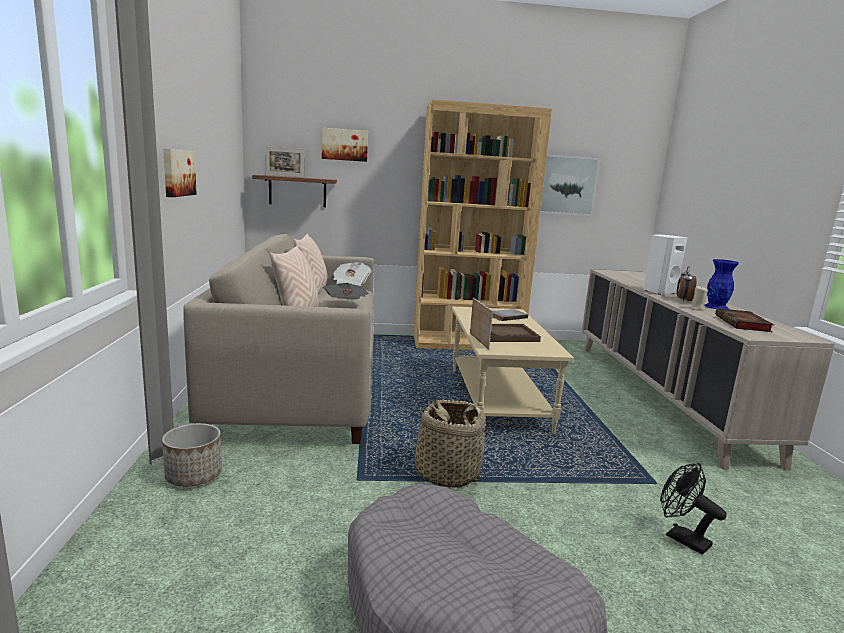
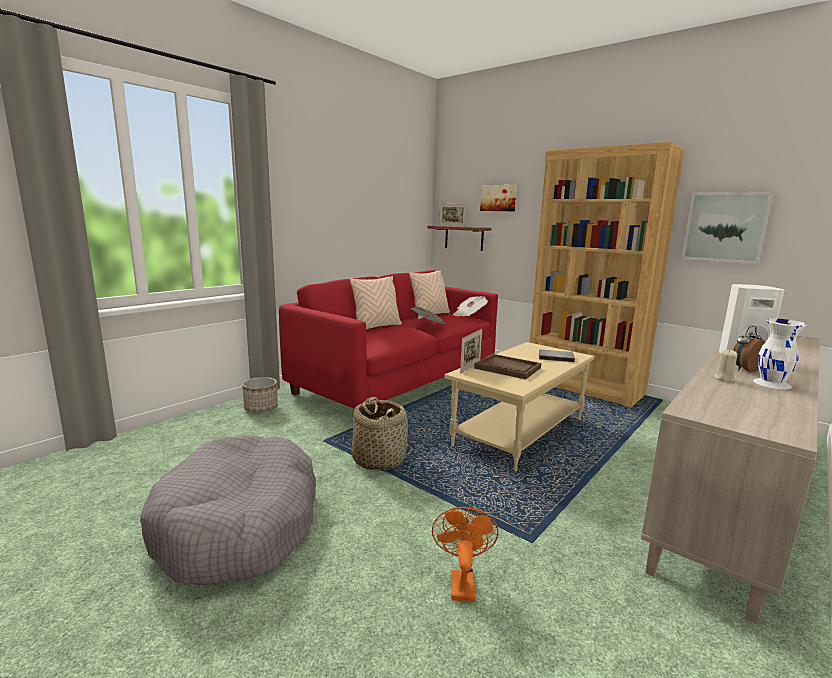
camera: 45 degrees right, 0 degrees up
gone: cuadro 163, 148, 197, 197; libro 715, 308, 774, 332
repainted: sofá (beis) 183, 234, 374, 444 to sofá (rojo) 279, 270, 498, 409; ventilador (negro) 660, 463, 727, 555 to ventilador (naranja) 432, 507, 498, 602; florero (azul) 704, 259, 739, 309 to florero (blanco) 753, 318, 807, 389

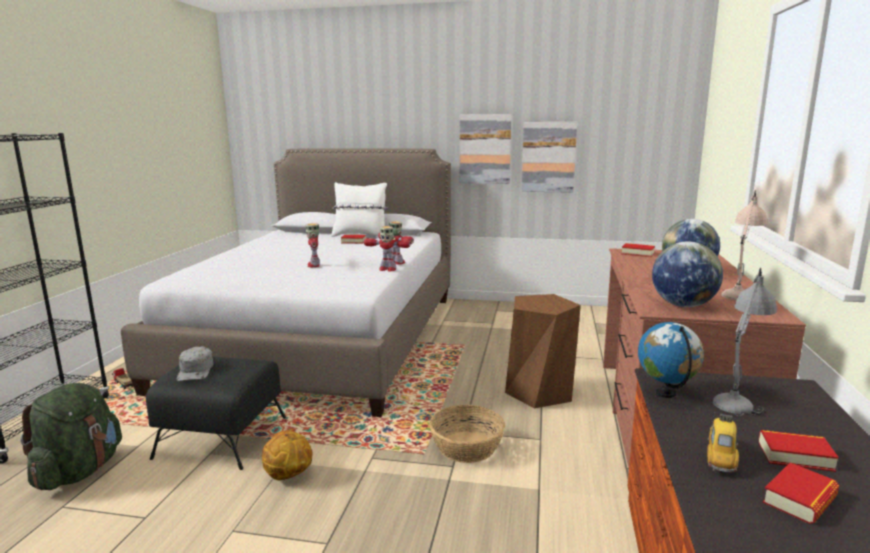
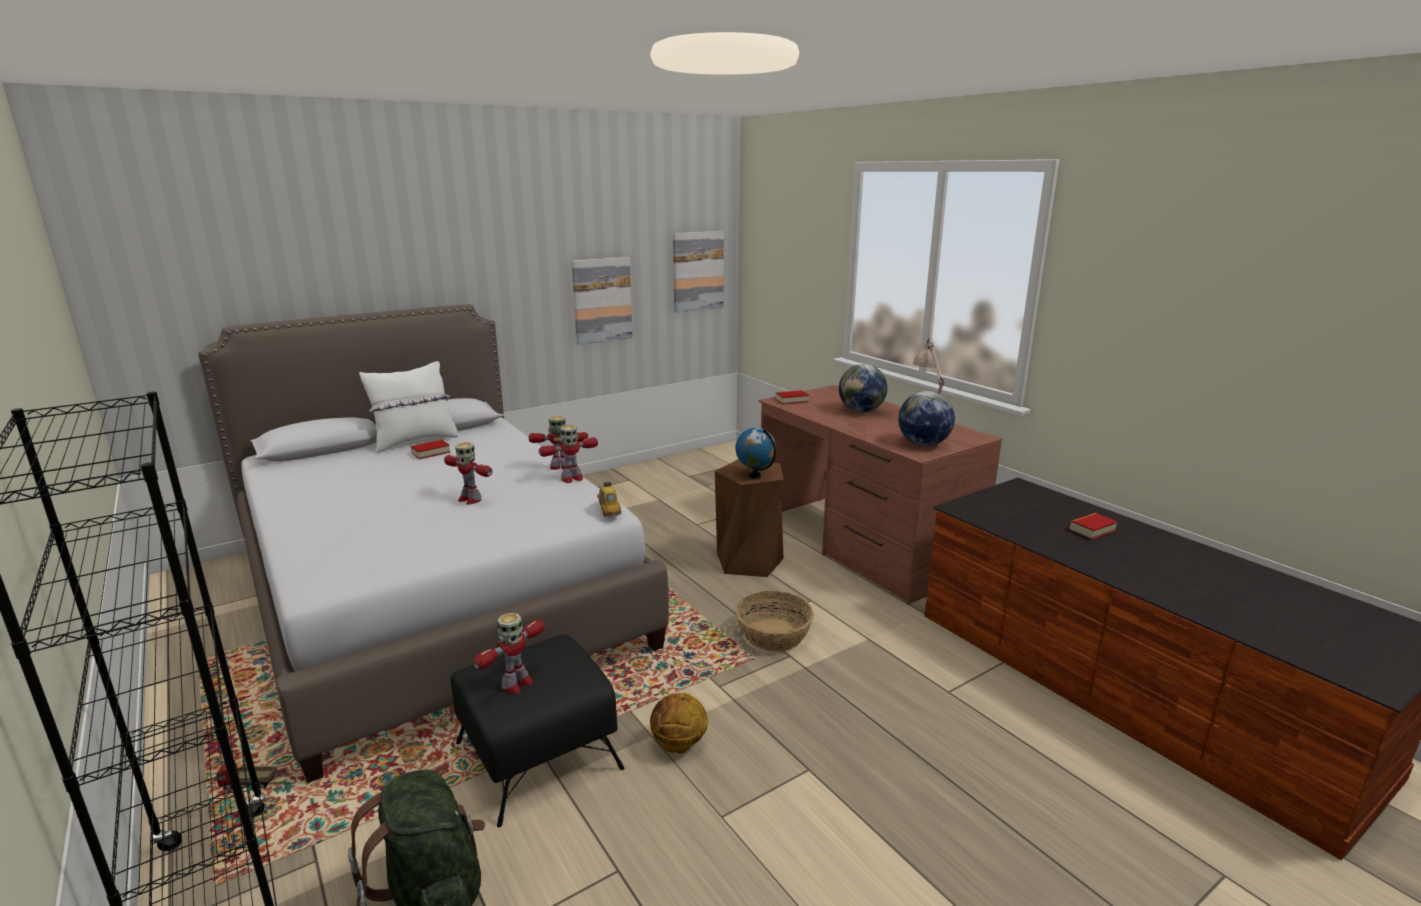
camera: 45 degrees left, 5 degrees up
gone: lámpara de mesa (gris) 713, 268, 777, 416; libro 763, 462, 839, 524
shifted: coche de juguete 707, 413, 739, 472 to 597, 482, 621, 518; cuadro 460, 114, 512, 184 to 673, 231, 724, 313; globo terráqueo 638, 322, 704, 398 to 735, 428, 776, 478
swapped: gorra (gris) 176, 346, 214, 381 to robot de juguete 473, 613, 545, 694

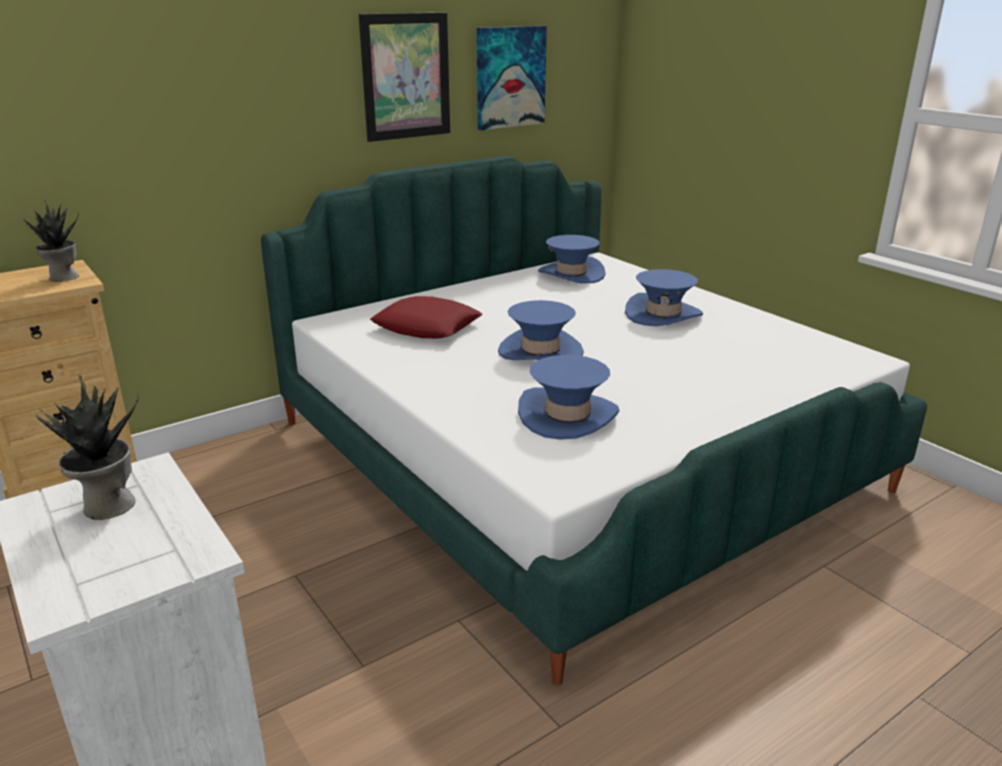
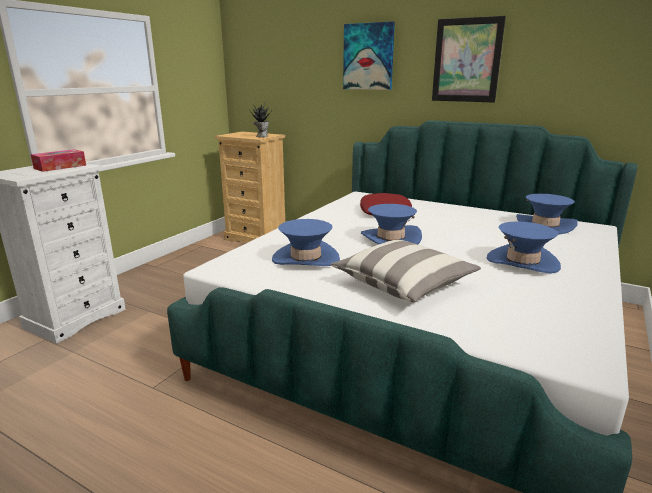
camera: 65 degrees right, 5 degrees down
new: cojín 331, 240, 481, 303
shifted: cuadro 477, 26, 547, 130 to 343, 21, 395, 90
swapped: planta en maceta 36, 375, 139, 520 to caja de pañuelos 31, 149, 86, 172

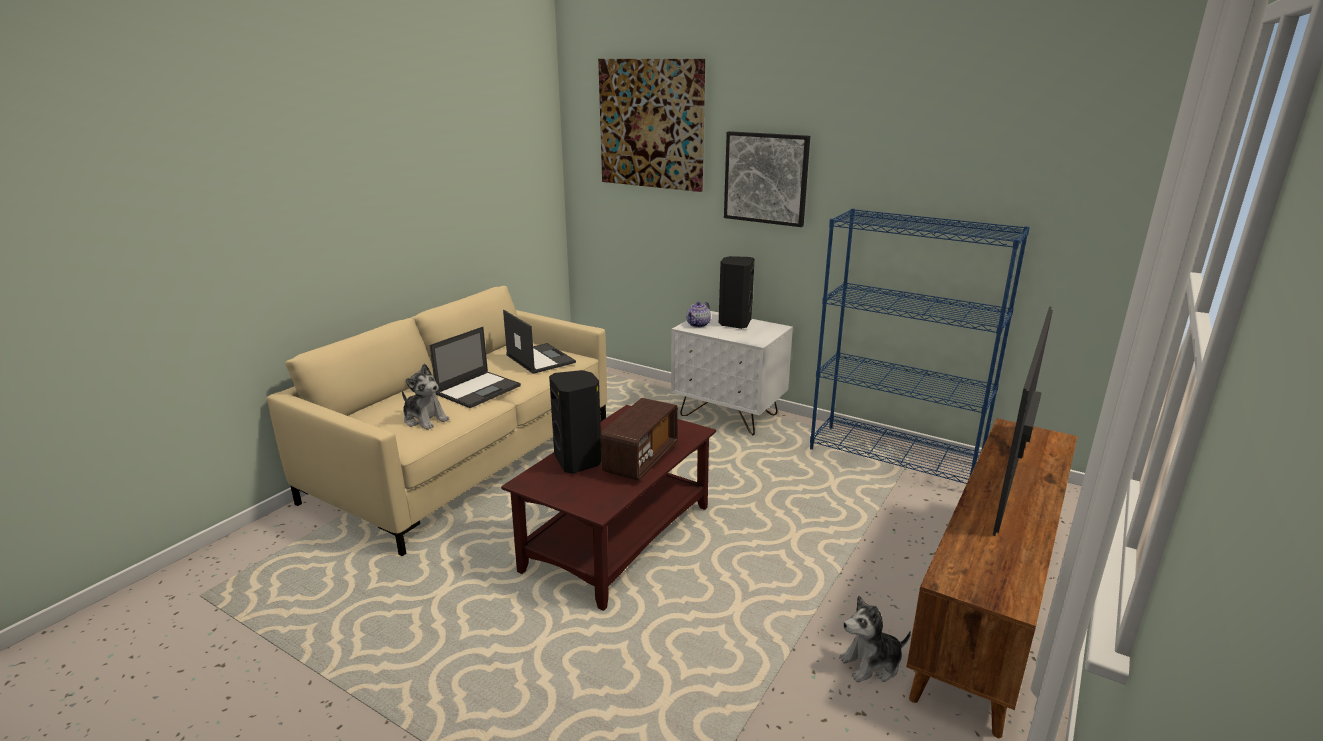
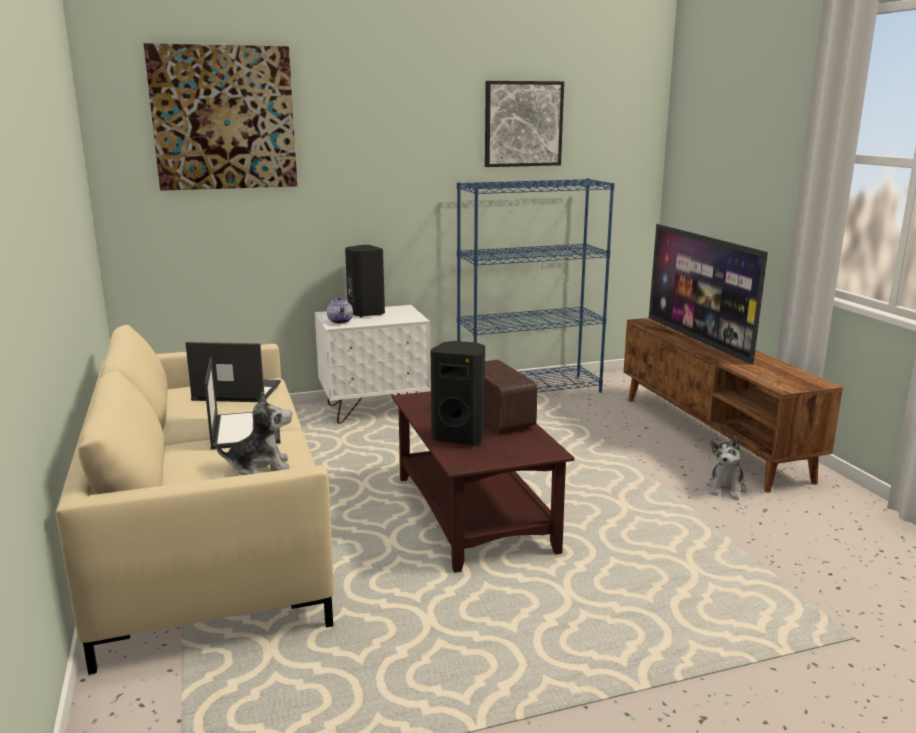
camera: 50 degrees left, 5 degrees down
shifted: cuadro 724, 131, 810, 227 to 485, 81, 564, 167

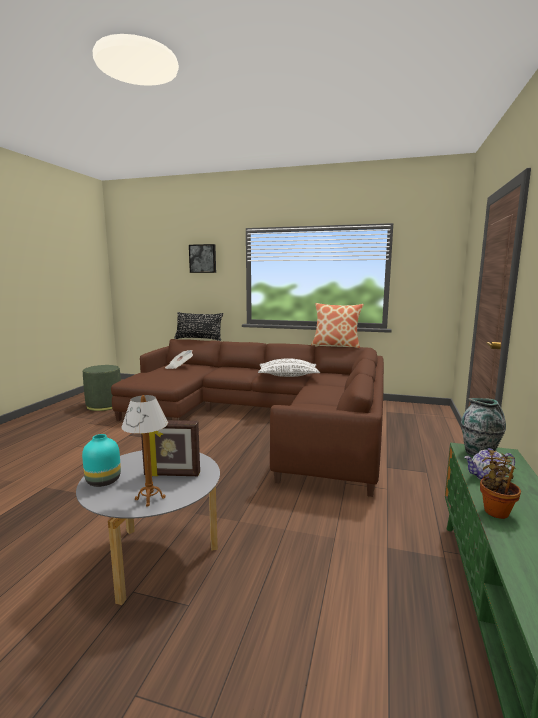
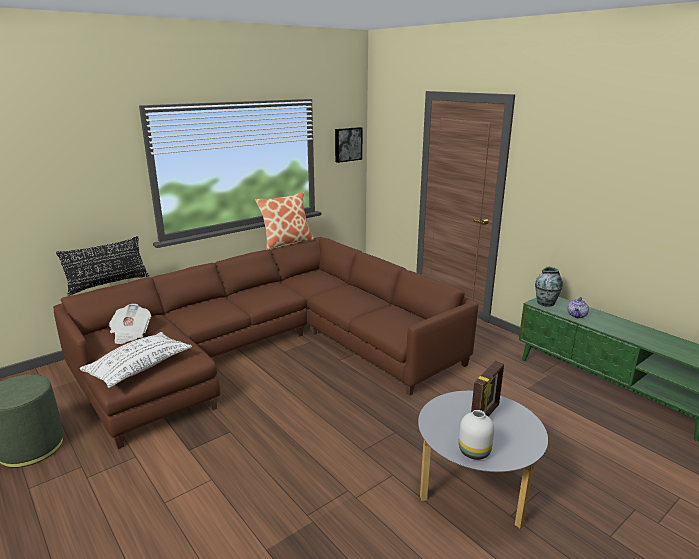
camera: 55 degrees left, 10 degrees up
gone: lámpara de mesa 121, 395, 168, 506; planta en maceta 480, 449, 521, 519
shifted: cojín (blanco) 258, 358, 320, 377 to 80, 332, 192, 388; cuadro 189, 244, 216, 273 to 335, 127, 363, 163
repainted: florero (turquesa) 82, 434, 121, 487 to florero (blanco) 459, 410, 494, 460

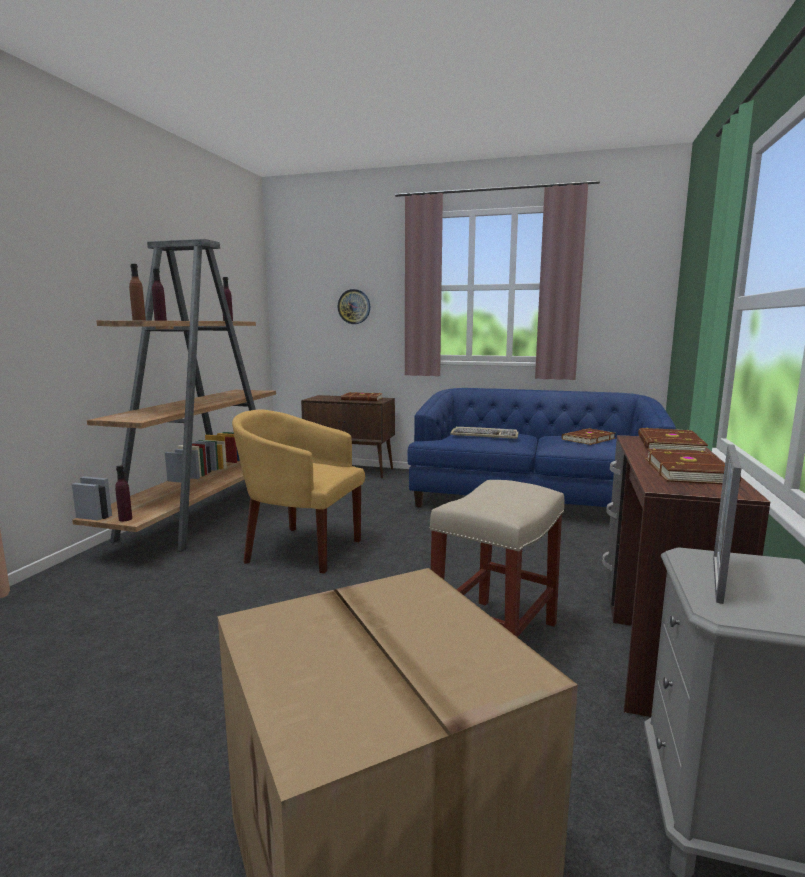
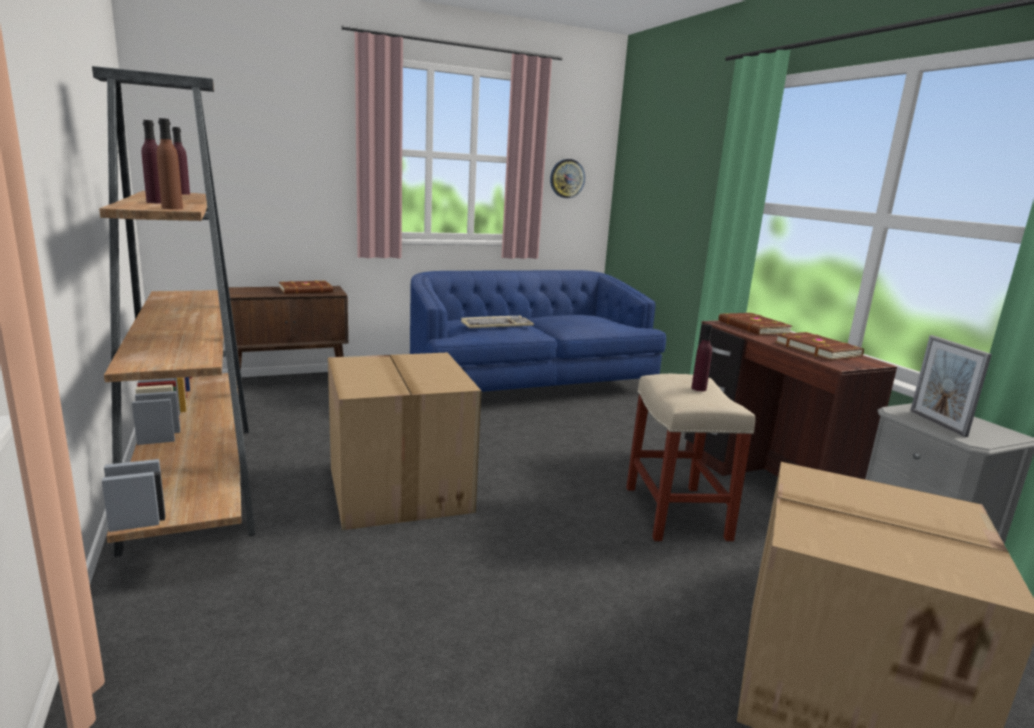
camera: 40 degrees left, 5 degrees up
gone: libro (marrón) 562, 428, 615, 445
shifted: reloj de pared 338, 289, 370, 324 to 550, 159, 585, 198; botella (morado) 115, 466, 132, 521 to 691, 324, 712, 391
swapped: sillón (amarillo) 232, 409, 365, 573 to caja de cartón 328, 352, 481, 530

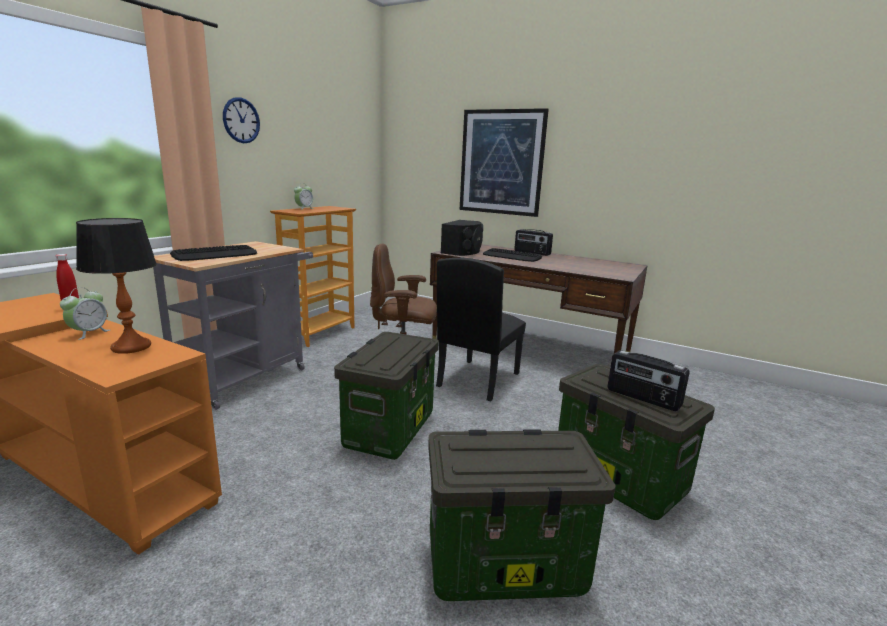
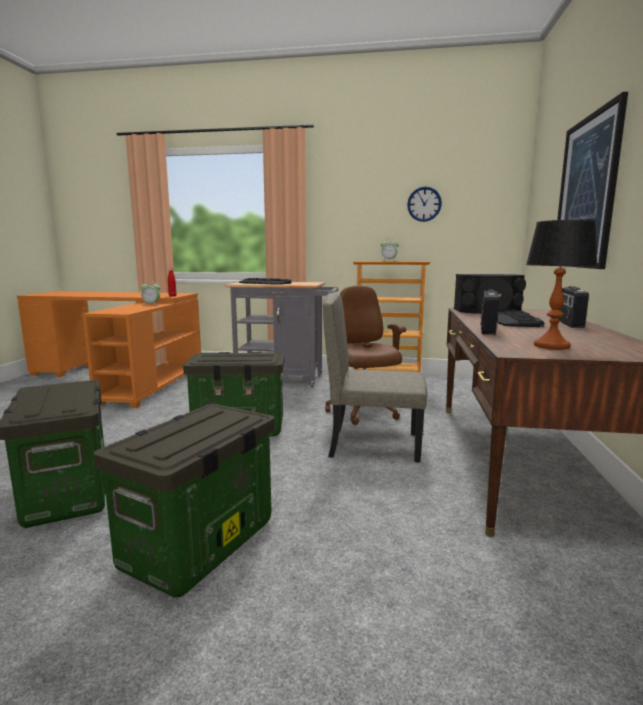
camera: 70 degrees right, 5 degrees down
shifted: reloj de pared 223, 97, 260, 143 to 407, 186, 442, 222; radio 608, 350, 690, 411 to 480, 289, 499, 335; lámpara de mesa 76, 218, 157, 354 to 526, 220, 598, 350
repainted: silla (negro) 436, 258, 526, 401 to silla (beis) 323, 293, 428, 463

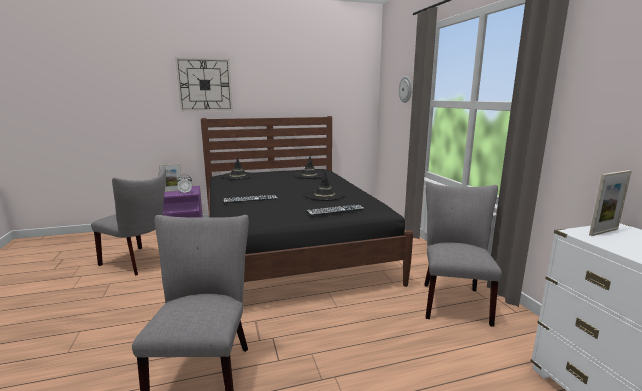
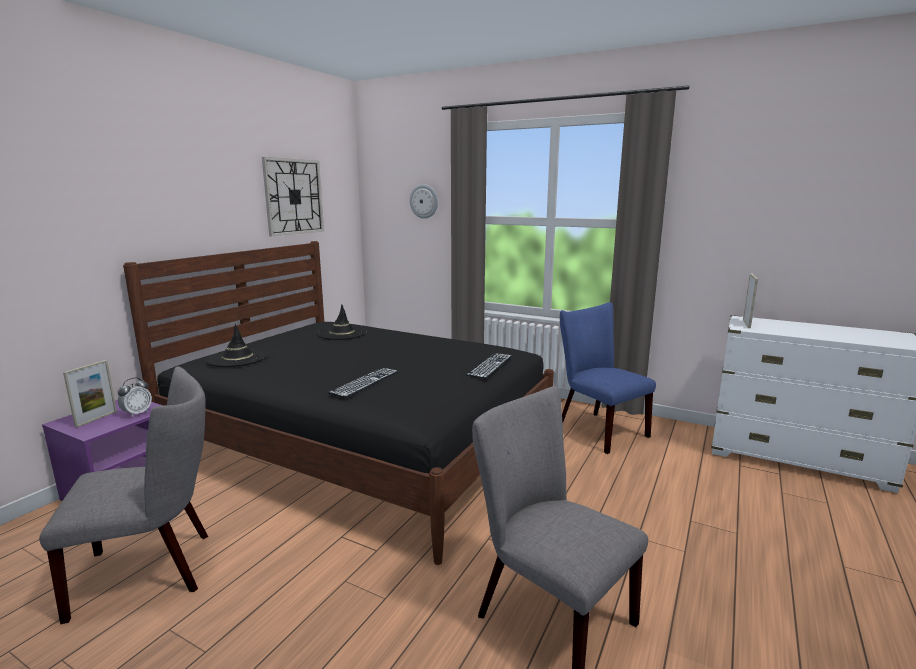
camera: 45 degrees left, 0 degrees up
gone: sombrero (negro) 304, 172, 345, 201
shifted: reloj de pared 175, 57, 233, 111 to 262, 157, 324, 236
repainted: silla (gris) 424, 182, 502, 327 to silla (azul) 560, 302, 656, 454

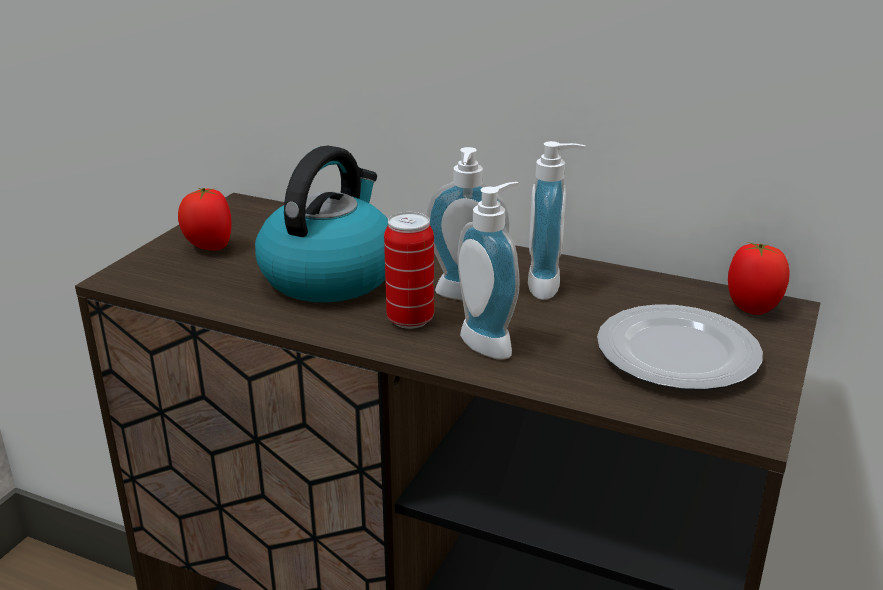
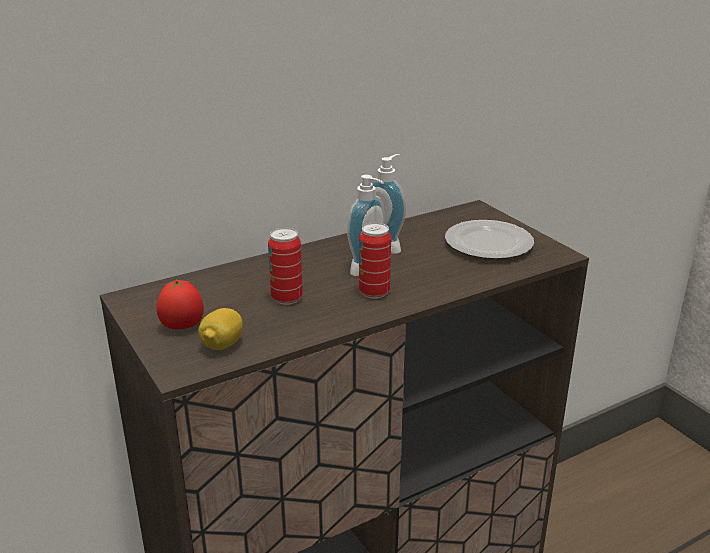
camera: 55 degrees left, 0 degrees up
gone: dispensador de jabón 458, 182, 520, 360; tomate 728, 242, 790, 315
new: limón 198, 308, 243, 350
swapped: hervidor 255, 146, 388, 302 to lata 268, 228, 303, 305

